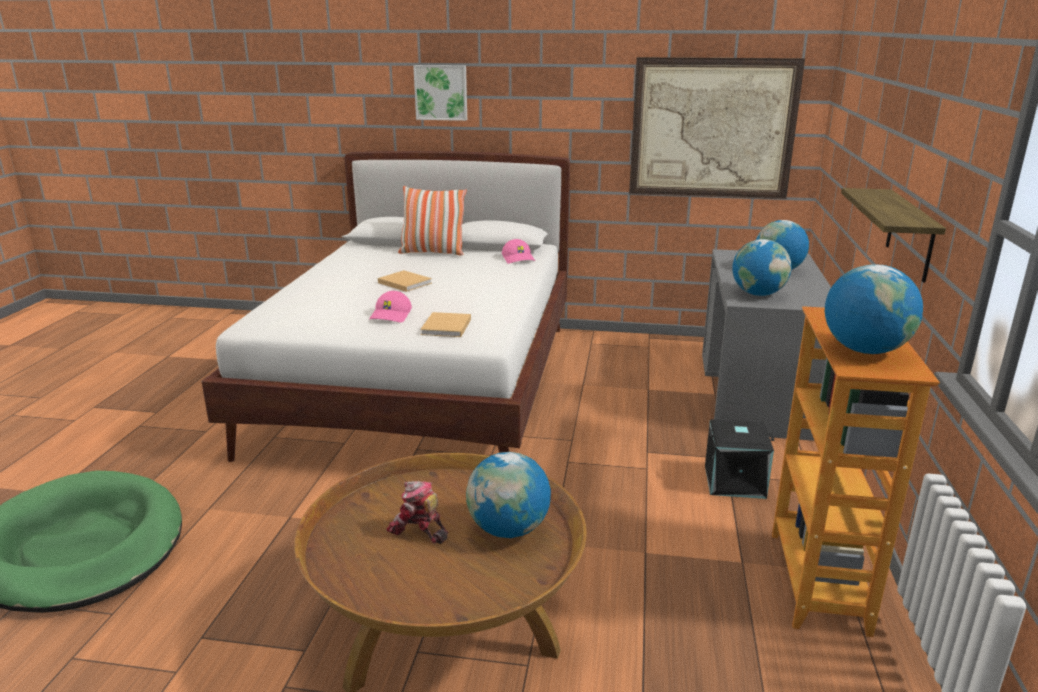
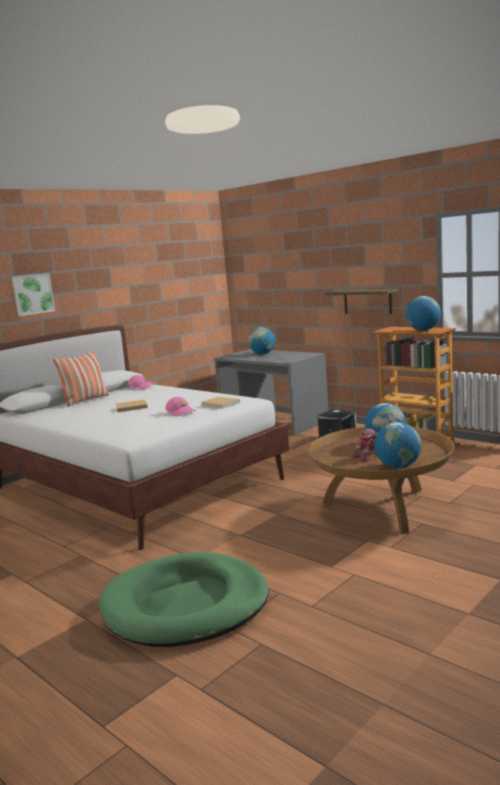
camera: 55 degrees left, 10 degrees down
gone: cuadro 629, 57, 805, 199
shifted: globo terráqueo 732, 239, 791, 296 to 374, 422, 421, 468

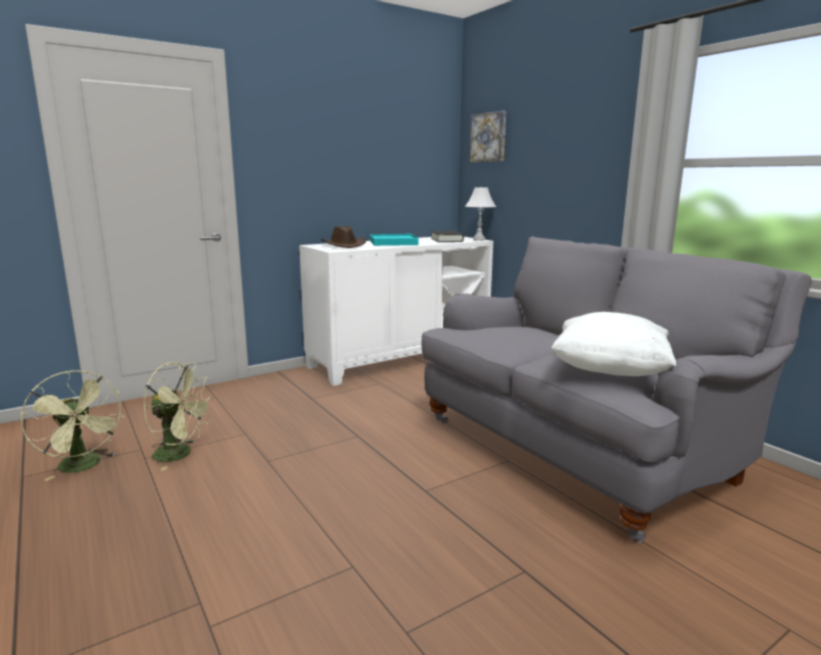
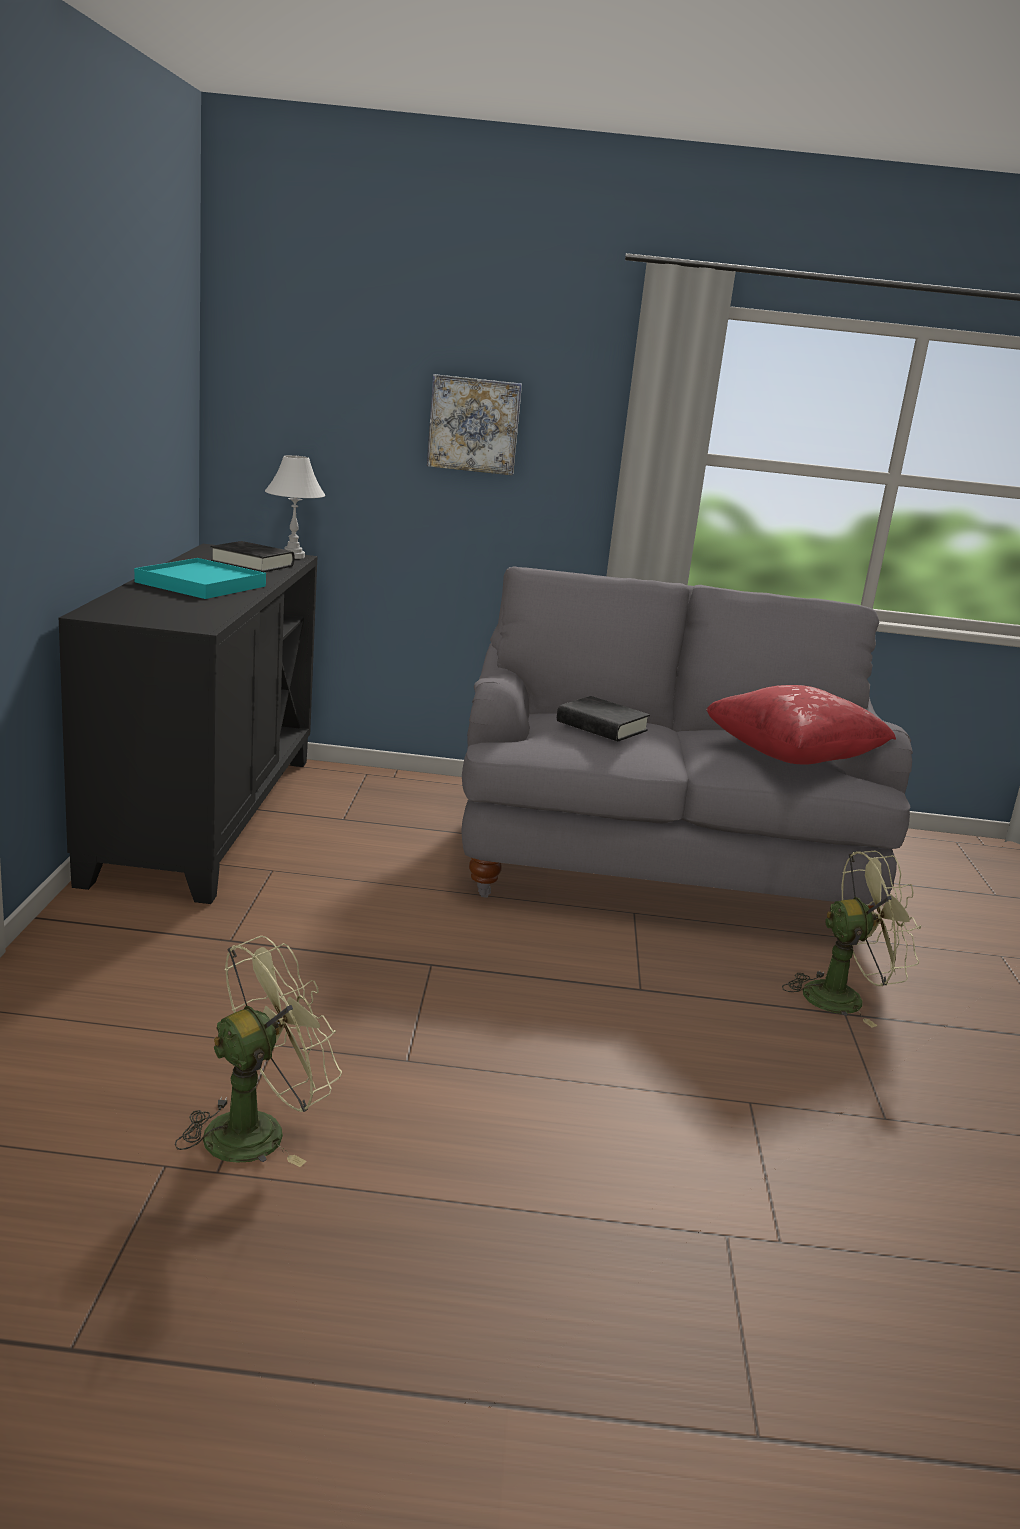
camera: 55 degrees left, 5 degrees up
gone: sombrero (marrón) 321, 226, 366, 248
new: libro (negro) 557, 696, 650, 741
shifted: cuadro 470, 110, 506, 162 to 427, 374, 522, 475; ventilador (verde) 21, 371, 124, 481 to 782, 851, 921, 1028
repainted: armario (blanco) 299, 237, 493, 386 to armario (negro) 59, 544, 317, 904; cojín (blanco) 551, 312, 676, 376 to cojín (rojo) 706, 685, 896, 764

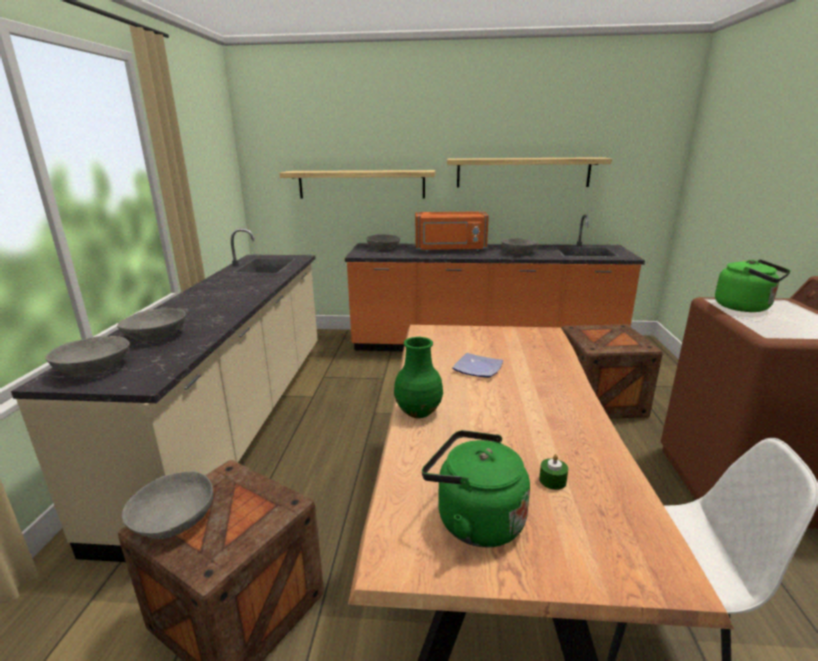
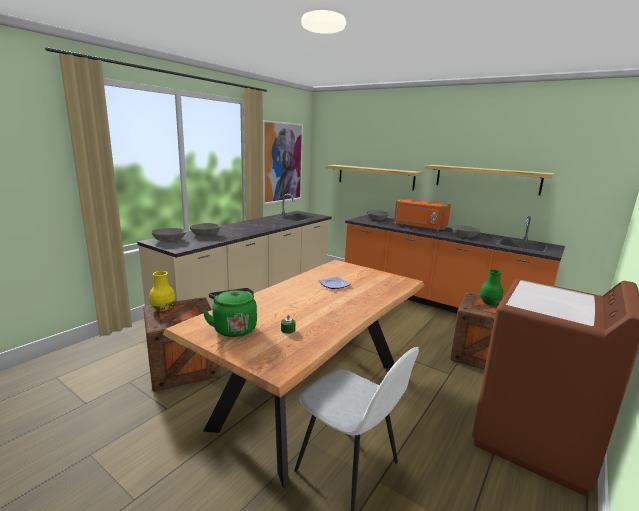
camera: 30 degrees right, 5 degrees down
gone: hervidor (verde) 715, 259, 791, 312
new: cuadro 263, 120, 303, 204
shifted: florero (verde) 394, 337, 443, 418 to 480, 269, 503, 305
swapped: cuenco (gris) 122, 471, 213, 539 to florero (amarillo) 149, 271, 175, 311

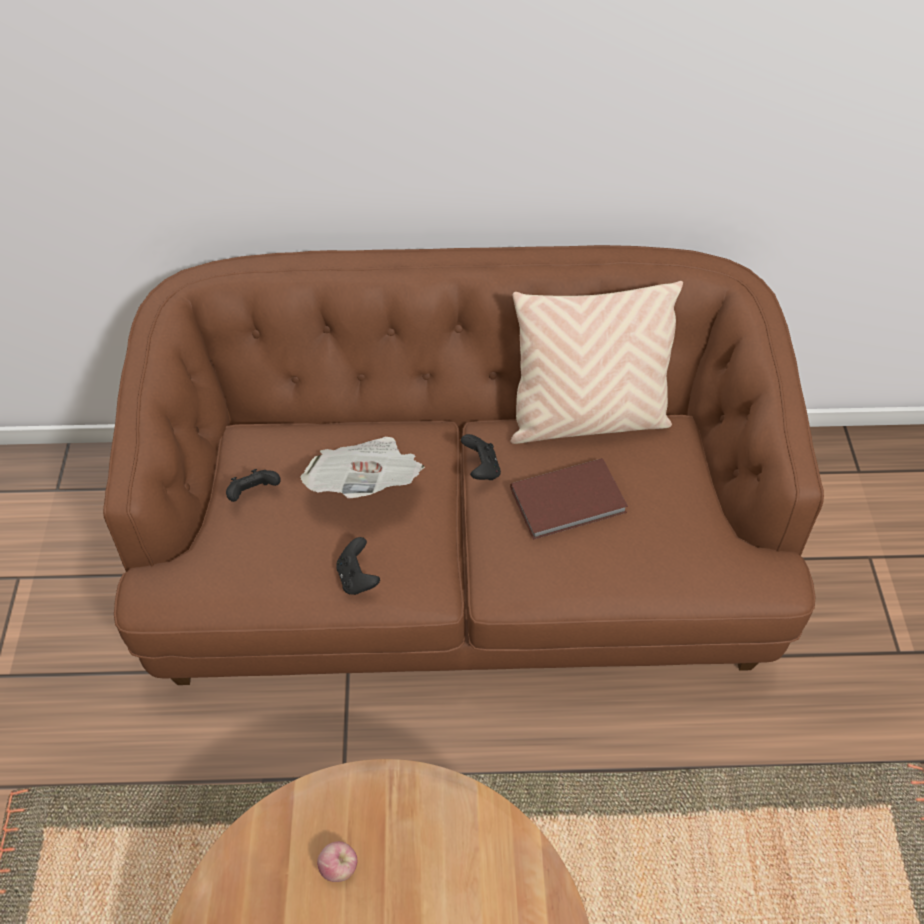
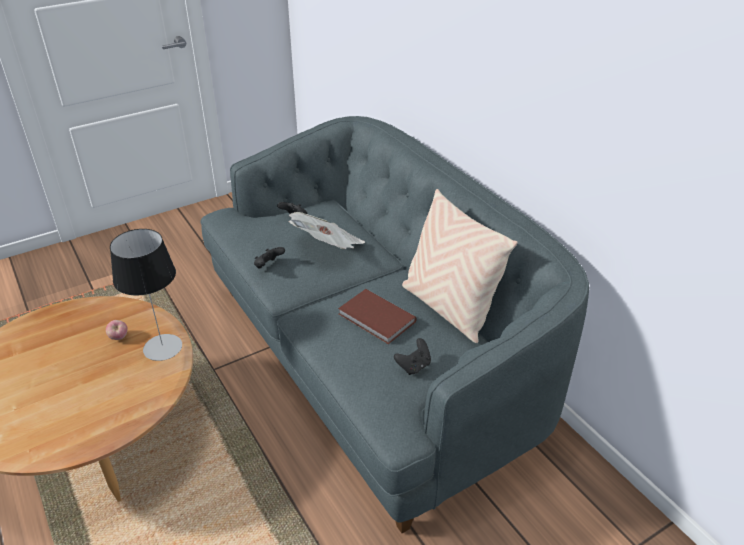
camera: 60 degrees right, 15 degrees down
new: lámpara de mesa 110, 229, 182, 361
shifted: mando de consola (negro) 461, 434, 501, 480 to 394, 338, 431, 375
repainted: sofá (marrón) 103, 245, 824, 685 to sofá (gris) 200, 116, 589, 533

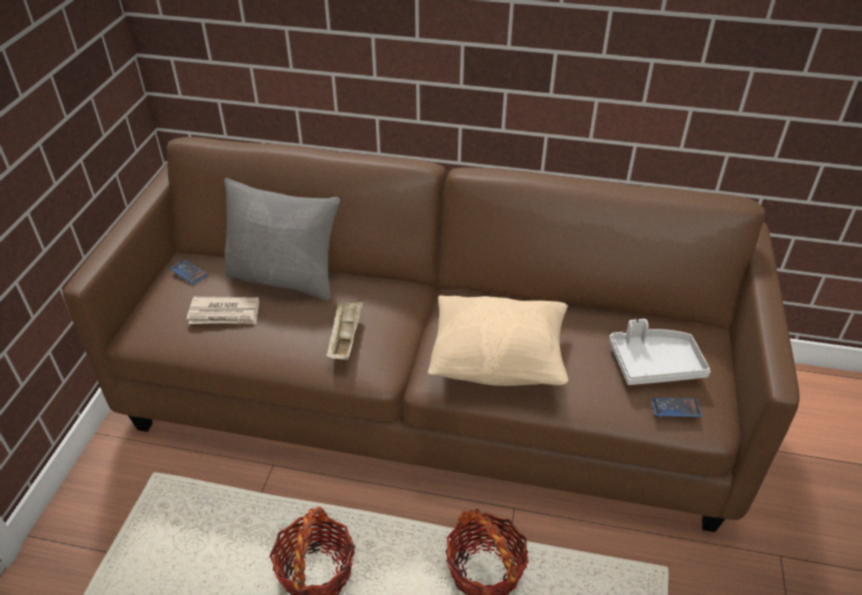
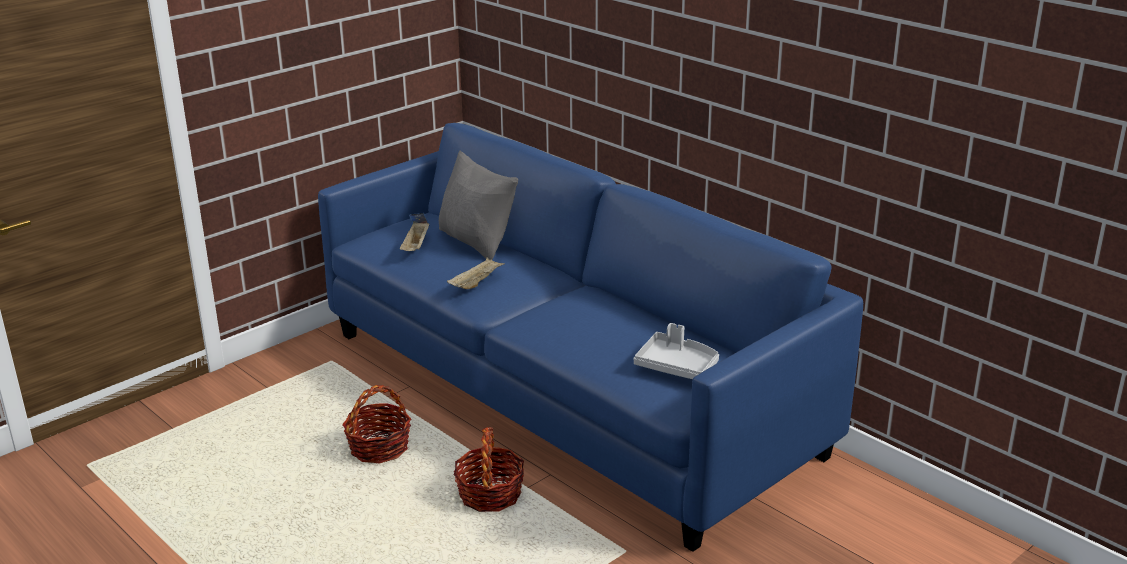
camera: 35 degrees right, 15 degrees down
gone: cojín (beis) 428, 296, 568, 386; móvil 651, 398, 702, 417
swapped: periódico 187, 297, 259, 324 to bandeja (beis) 400, 221, 429, 251
repainted: sofá (marrón) 63, 137, 800, 532 to sofá (azul) 318, 123, 863, 552

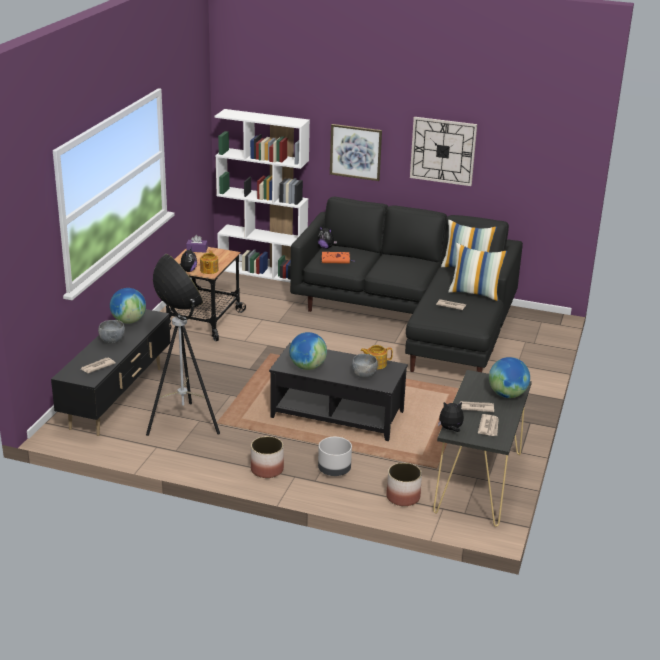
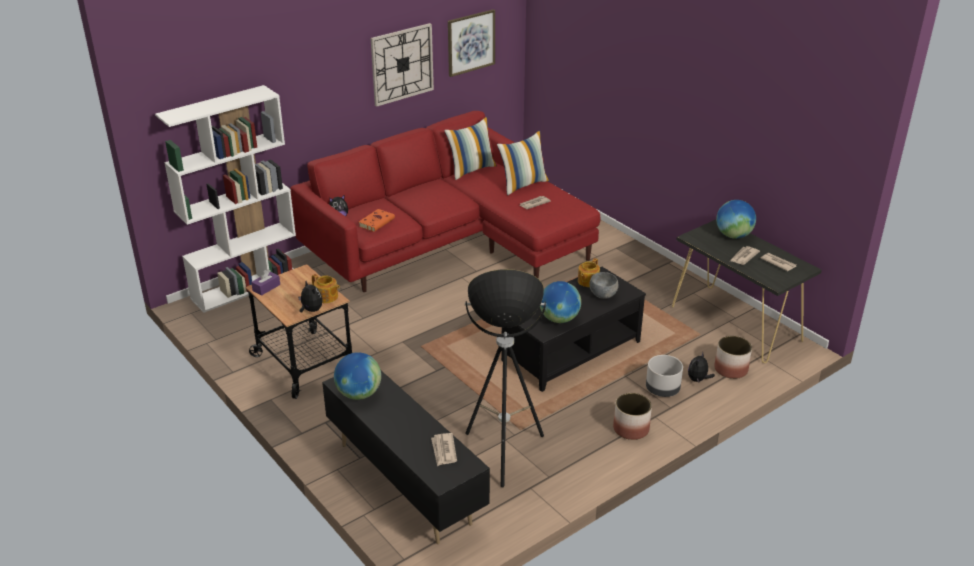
camera: 55 degrees left, 5 degrees up
gone: cuenco (gris) 98, 320, 125, 344
shifted: cuadro 330, 124, 382, 181 to 448, 9, 495, 77; peluche 438, 402, 464, 432 to 688, 353, 715, 382
repainted: sofá (negro) 290, 197, 523, 372 to sofá (rojo) 290, 111, 600, 292

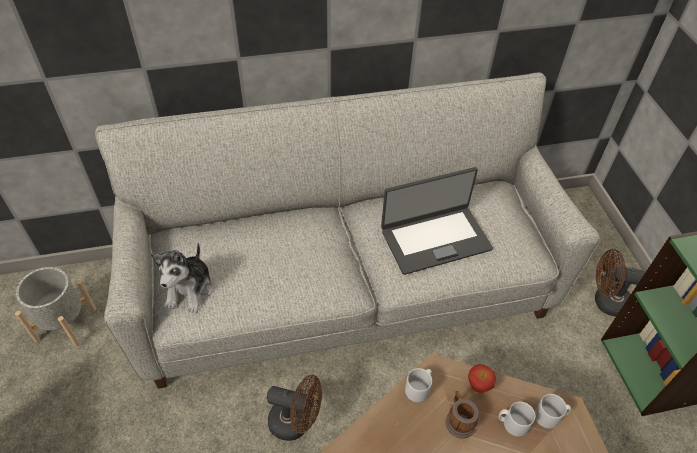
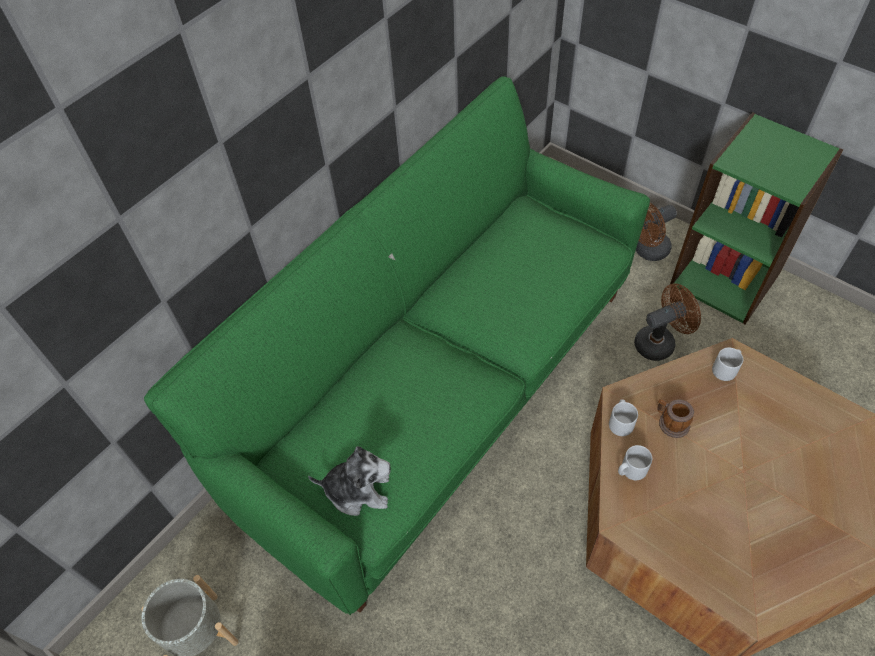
camera: 35 degrees left, 5 degrees up
gone: portátil 381, 167, 493, 275; manzana 468, 364, 496, 393
shifted: taza grande (gris) 499, 402, 535, 437 to 618, 445, 652, 480; ventilador (marrón) 267, 375, 322, 441 to 634, 283, 701, 361
repainted: sofá (gris) 95, 72, 600, 389 to sofá (verde) 144, 76, 650, 615
rotated: peluche 151, 243, 213, 313 = 308, 446, 391, 516 60 degrees counterclockwise

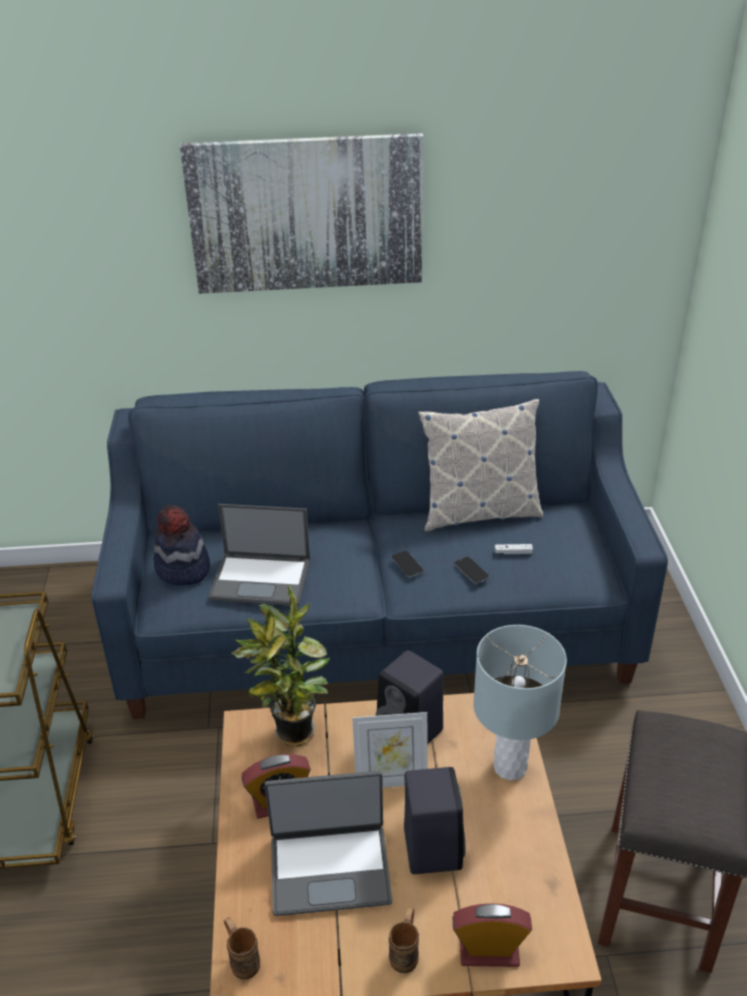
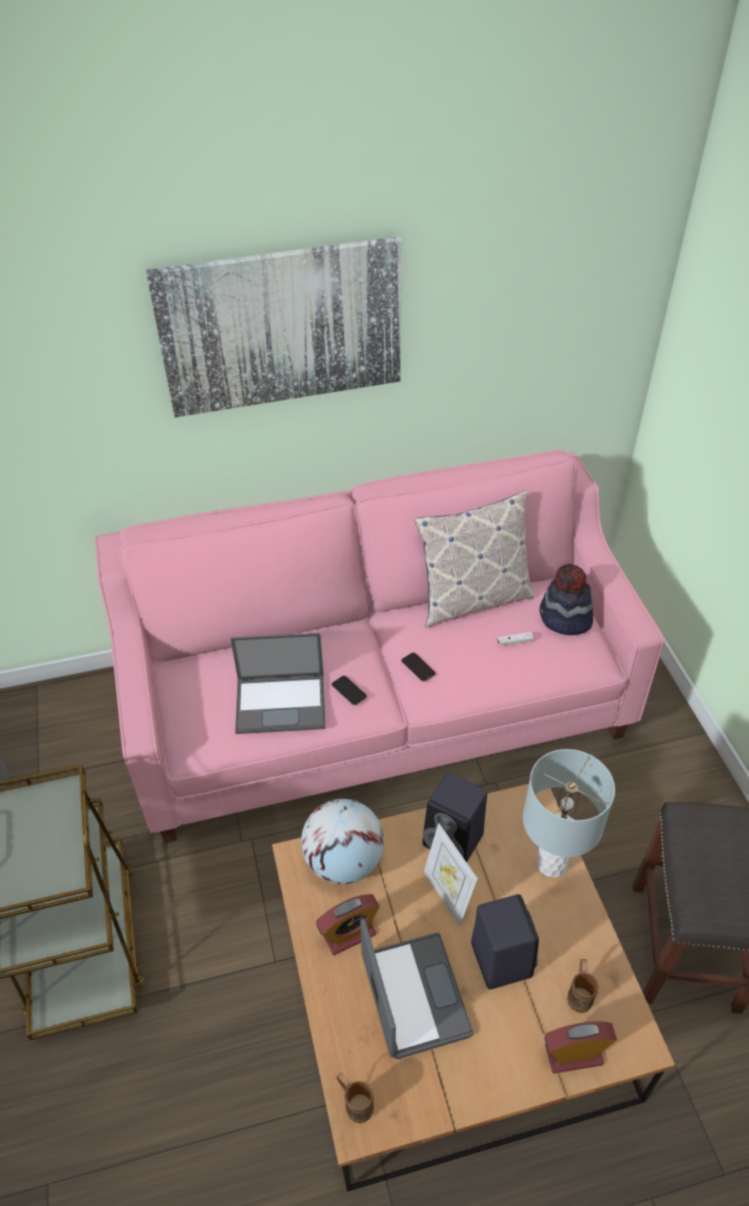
camera: 10 degrees left, 10 degrees up
shifted: móvil 454, 557, 489, 583 to 331, 676, 367, 706; sombrero 153, 505, 210, 585 to 540, 564, 593, 635; taza grande (marrón) 389, 907, 419, 973 to 567, 959, 599, 1013
swapped: planta en maceta 231, 585, 330, 746 to globo terráqueo 301, 799, 384, 884
repainted: sofá (azul) 91, 371, 668, 719 to sofá (rosa) 95, 450, 664, 843
rotated: portátil 265, 771, 392, 916 = 360, 919, 473, 1059 90 degrees counterclockwise; portarretratos 352, 712, 428, 788 = 424, 823, 478, 926 75 degrees clockwise

